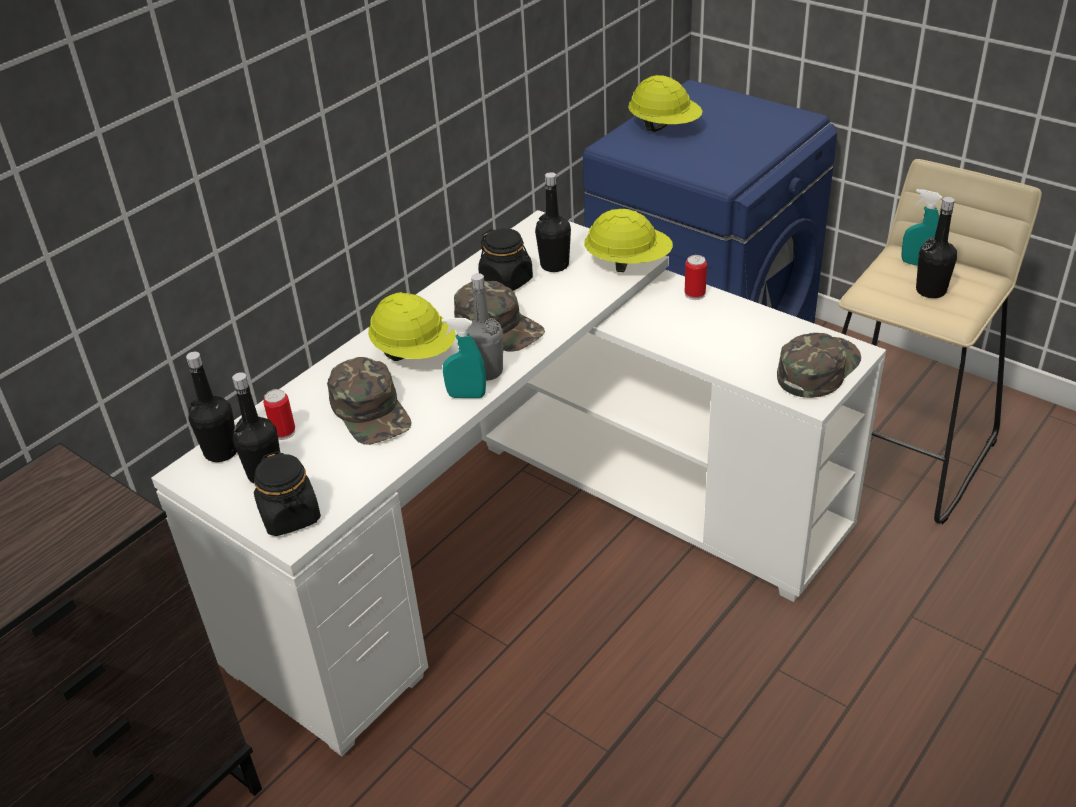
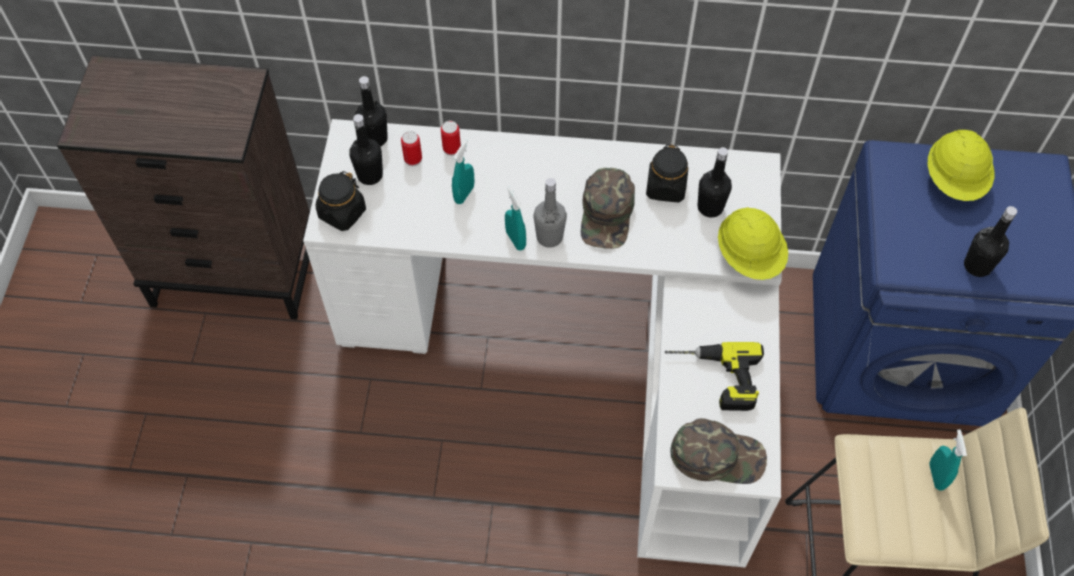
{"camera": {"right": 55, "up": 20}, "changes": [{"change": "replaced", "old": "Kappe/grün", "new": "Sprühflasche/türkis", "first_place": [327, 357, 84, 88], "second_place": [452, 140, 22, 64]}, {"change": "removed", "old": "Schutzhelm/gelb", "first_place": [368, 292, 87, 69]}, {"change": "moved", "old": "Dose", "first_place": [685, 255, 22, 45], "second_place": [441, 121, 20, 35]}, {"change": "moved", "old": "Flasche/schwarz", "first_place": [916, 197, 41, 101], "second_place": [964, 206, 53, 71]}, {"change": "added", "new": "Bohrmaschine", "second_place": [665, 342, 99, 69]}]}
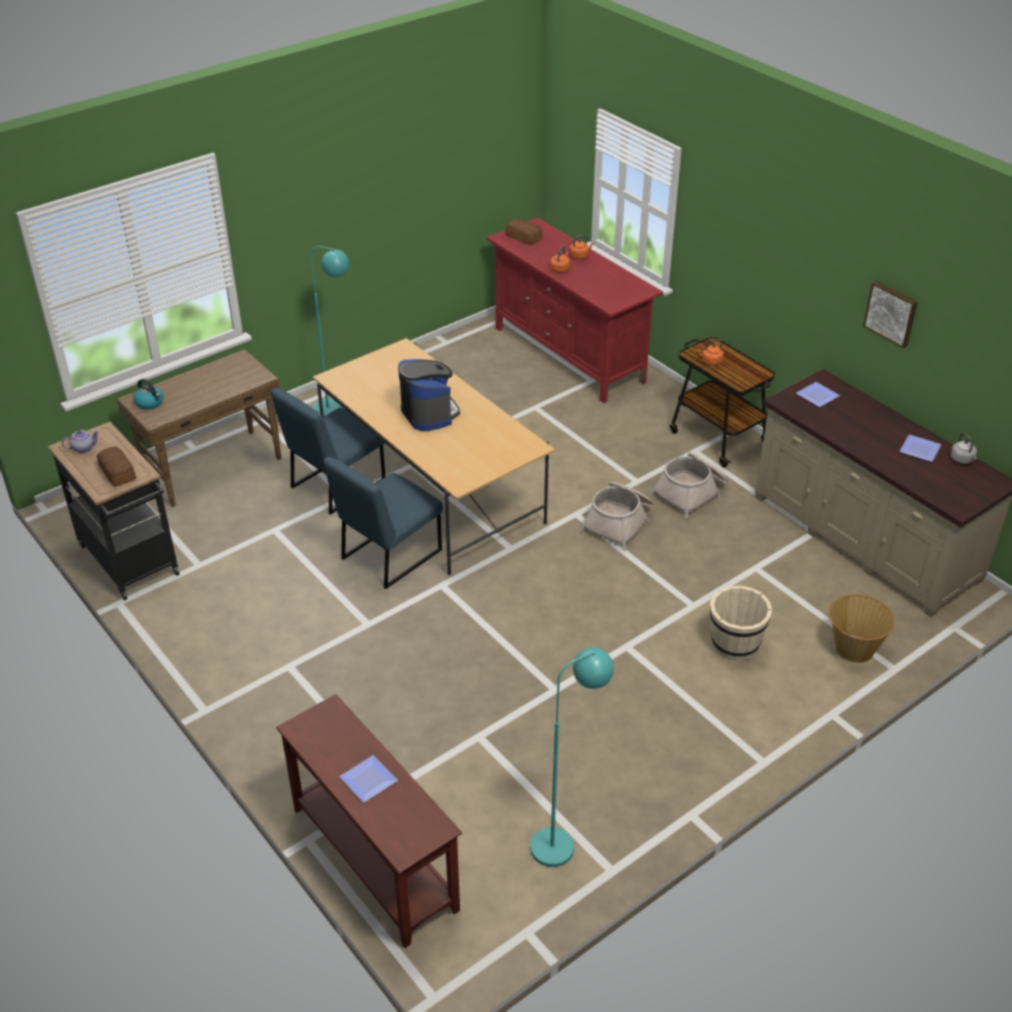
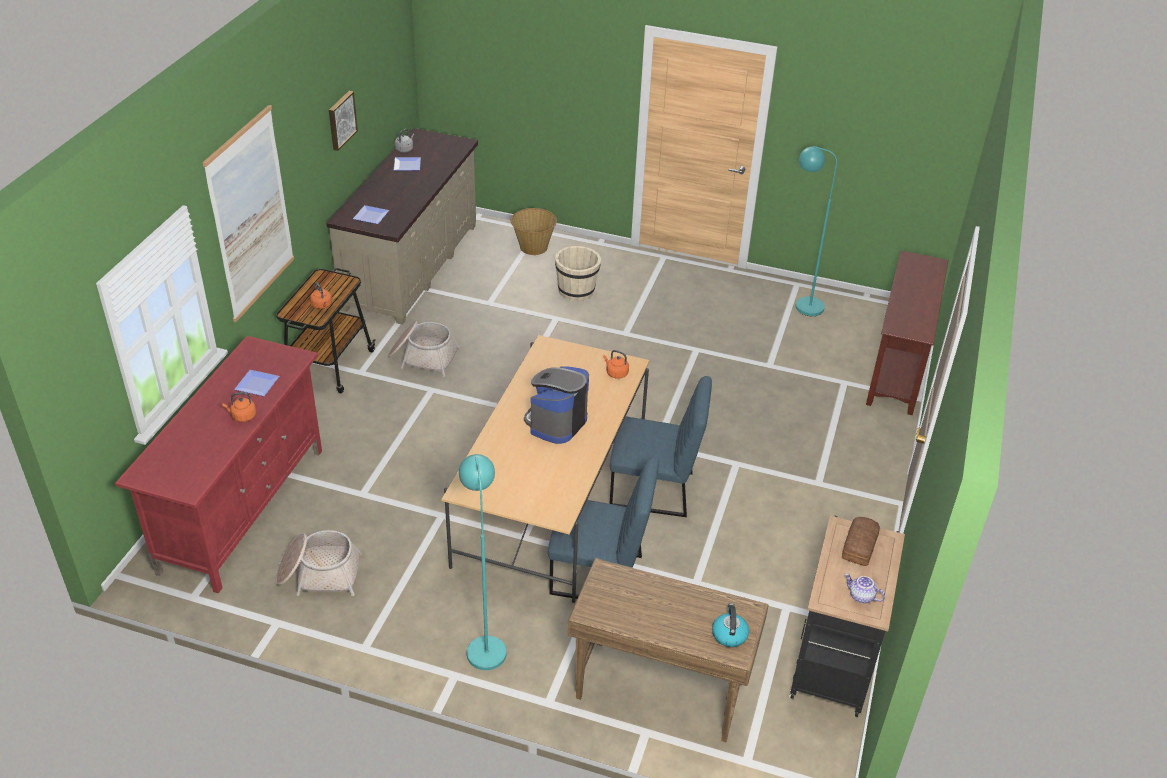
{"camera": {"right": -125, "up": 0}, "changes": [{"change": "moved", "old": "Teller", "first_place": [339, 755, 59, 48], "second_place": [234, 370, 45, 26]}, {"change": "removed", "old": "Brot", "first_place": [506, 218, 36, 27]}, {"change": "moved", "old": "Wasserkessel/orange", "first_place": [570, 235, 24, 24], "second_place": [603, 350, 26, 29]}, {"change": "moved", "old": "Korb", "first_place": [579, 482, 75, 68], "second_place": [276, 530, 86, 66]}, {"change": "added", "new": "Bild", "second_place": [202, 105, 92, 217]}]}
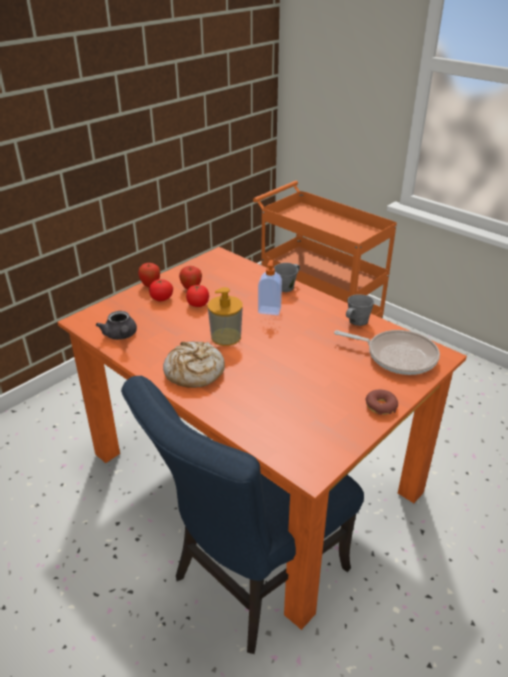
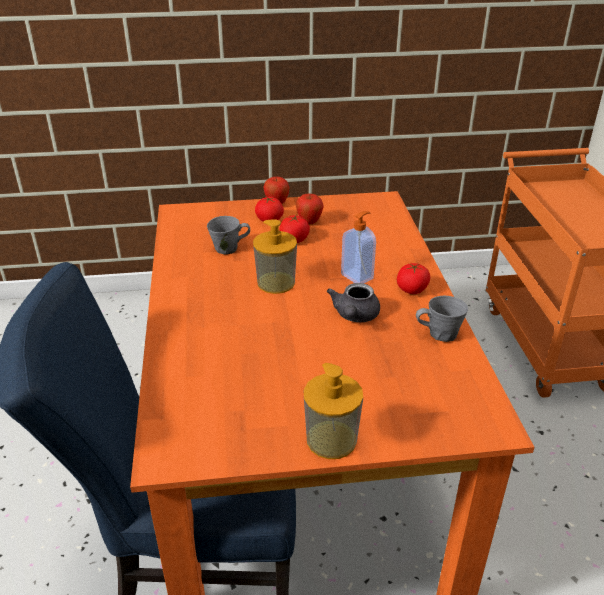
{"camera": {"right": 40, "up": 0}, "changes": [{"change": "moved", "old": "Teekanne/grau", "first_place": [96, 311, 41, 29], "second_place": [327, 283, 53, 39]}, {"change": "removed", "old": "Brot", "first_place": [163, 341, 62, 47]}, {"change": "moved", "old": "Henkelbecher/grau", "first_place": [274, 263, 26, 29], "second_place": [207, 216, 43, 38]}, {"change": "removed", "old": "Pfanne", "first_place": [334, 330, 106, 45]}, {"change": "replaced", "old": "Donut", "new": "Seifenspender", "first_place": [365, 390, 33, 25], "second_place": [304, 363, 59, 96]}, {"change": "added", "new": "Tomate", "second_place": [397, 263, 33, 31]}]}
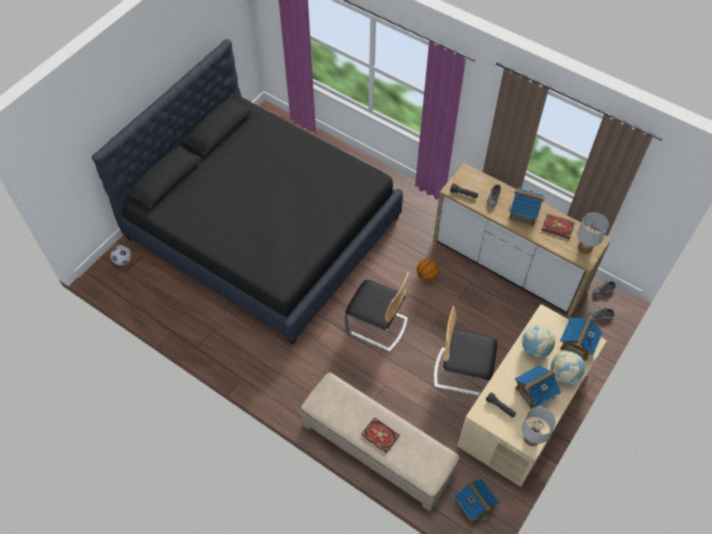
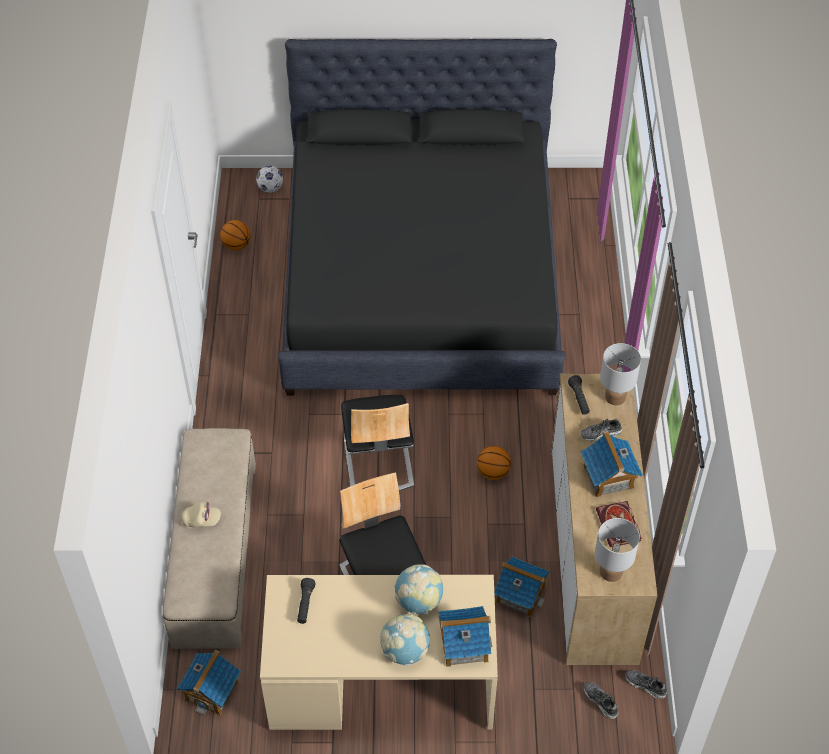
{"camera": {"right": 55, "up": -5}, "changes": [{"change": "replaced", "old": "Buch", "new": "Kappe/beige", "first_place": [361, 417, 39, 36], "second_place": [181, 502, 40, 25]}, {"change": "moved", "old": "Spielzeughaus", "first_place": [515, 365, 46, 44], "second_place": [494, 556, 55, 61]}, {"change": "moved", "old": "Tischlampe/grau", "first_place": [522, 407, 34, 39], "second_place": [600, 343, 41, 62]}, {"change": "added", "new": "Basketball", "second_place": [220, 220, 31, 30]}]}
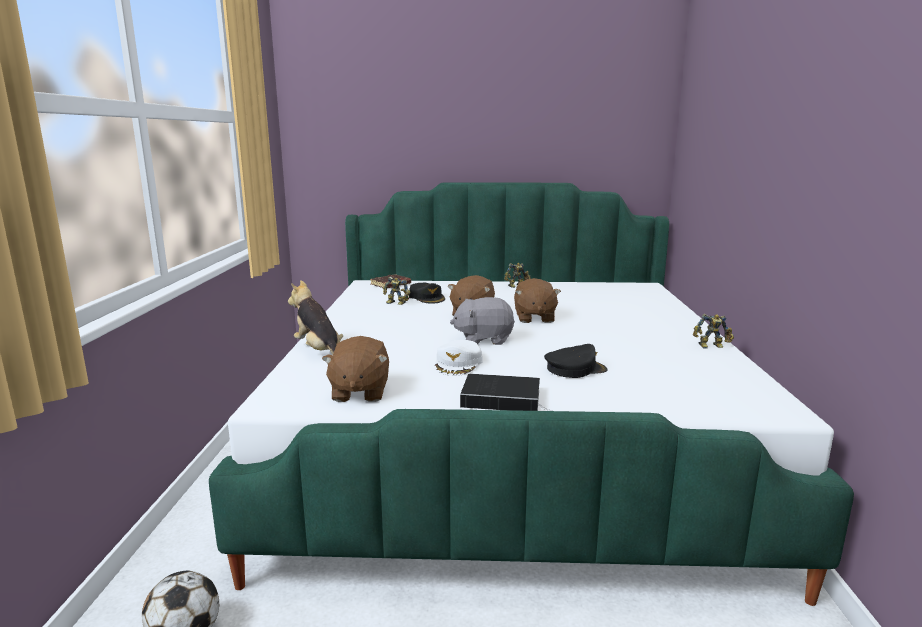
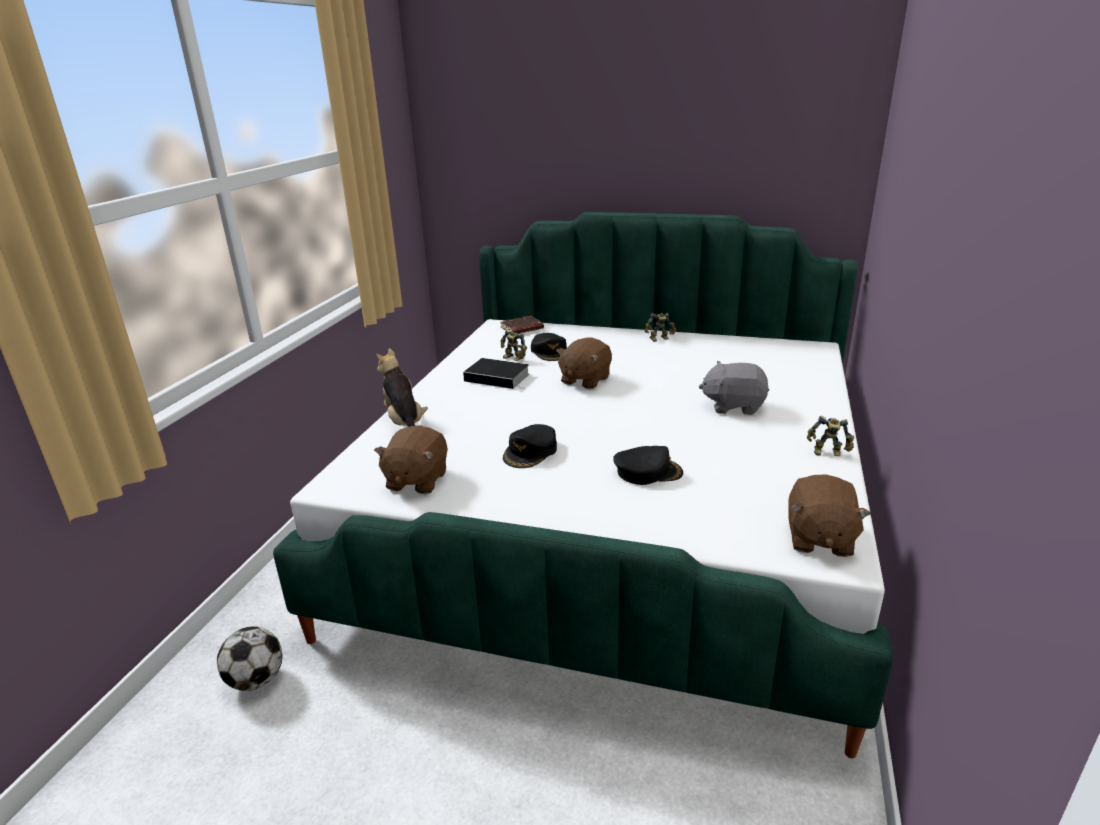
{"camera": {"right": 15, "up": 10}, "changes": [{"change": "recoloured", "old": "Kappe/weiß", "new": "Kappe/schwarz", "first_place": [434, 340, 49, 36], "second_place": [503, 424, 54, 44]}, {"change": "moved", "old": "Plüschtier/grau", "first_place": [450, 297, 65, 48], "second_place": [699, 361, 70, 54]}, {"change": "moved", "old": "Buch", "first_place": [460, 374, 92, 37], "second_place": [463, 358, 66, 31]}, {"change": "moved", "old": "Plüschtier/braun", "first_place": [514, 278, 47, 45], "second_place": [788, 474, 83, 83]}]}
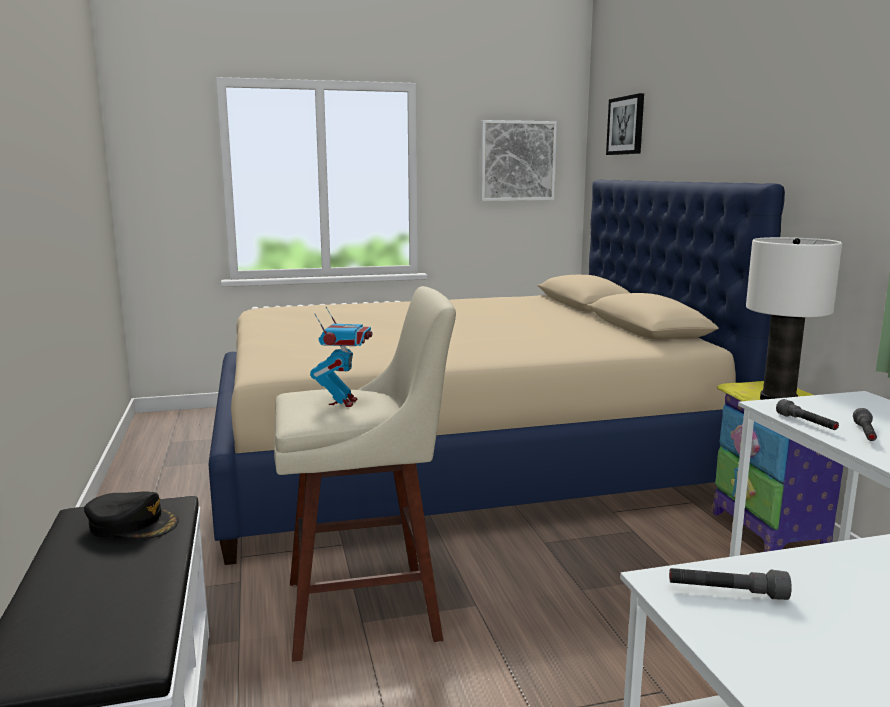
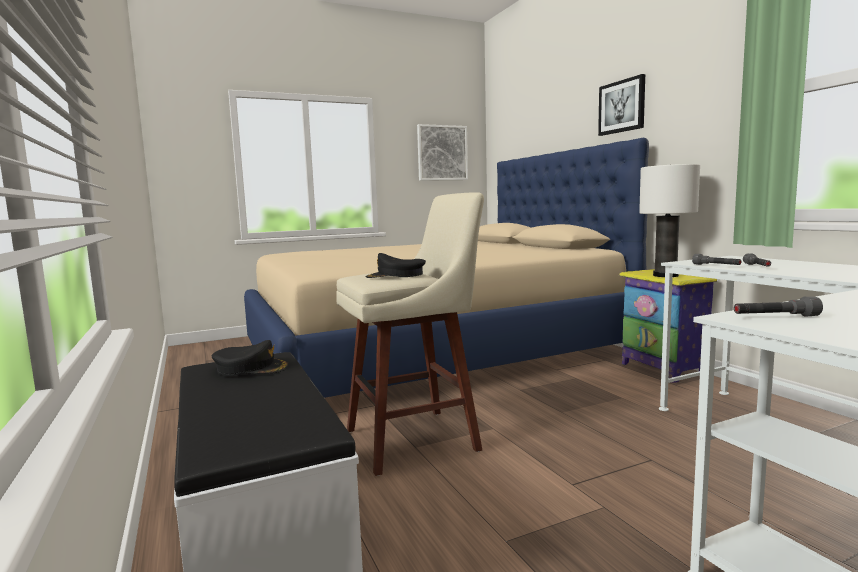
{"camera": {"right": -10, "up": -5}, "changes": [{"change": "replaced", "old": "Spielzeugroboter", "new": "Kappe/schwarz", "first_place": [310, 307, 62, 100], "second_place": [366, 253, 60, 25]}, {"change": "moved", "old": "Bild", "first_place": [606, 93, 38, 62], "second_place": [598, 74, 47, 62]}]}
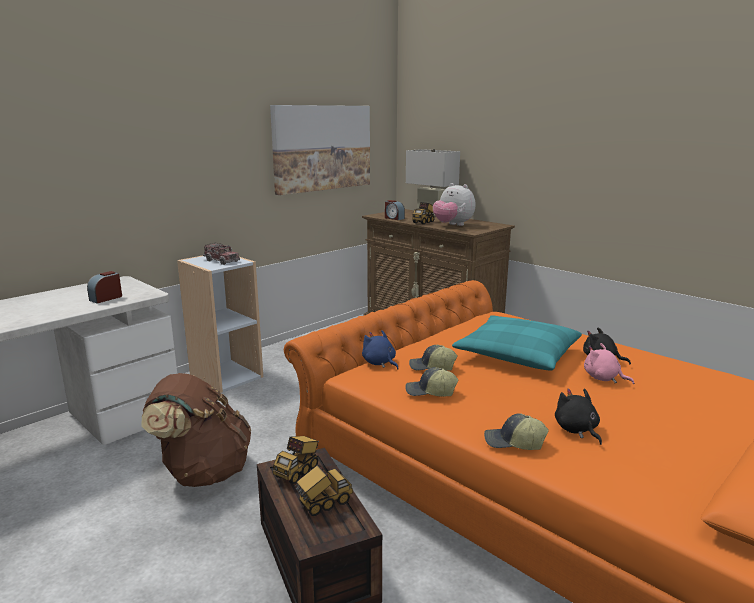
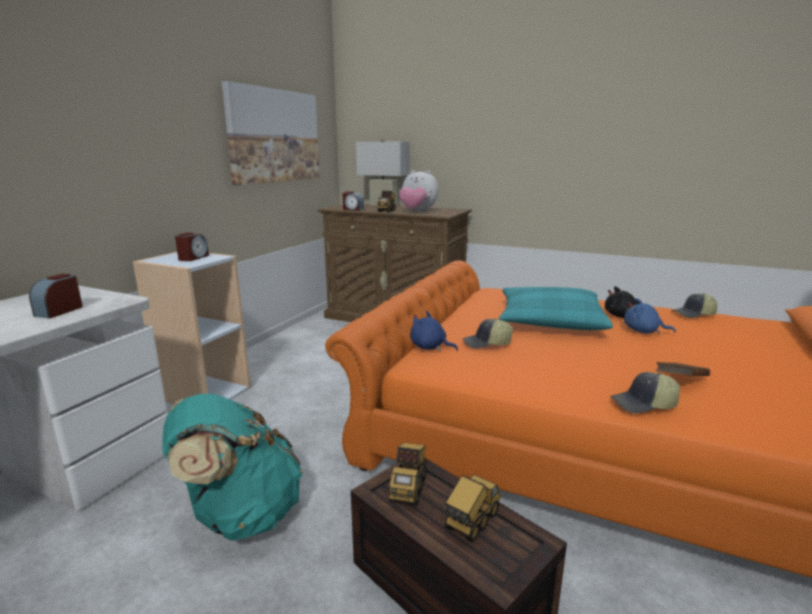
{"camera": {"right": -20, "up": 0}, "changes": [{"change": "recoloured", "old": "Rucksack/braun", "new": "Rucksack/türkis", "first_place": [141, 373, 110, 114], "second_place": [162, 394, 141, 147]}, {"change": "replaced", "old": "Spielzeuglaster", "new": "Wecker", "first_place": [203, 243, 37, 22], "second_place": [175, 232, 34, 29]}, {"change": "moved", "old": "Kappe", "first_place": [405, 367, 54, 30], "second_place": [672, 293, 45, 25]}, {"change": "replaced", "old": "Plüschtier/schwarz", "new": "Buch/braun", "first_place": [555, 388, 47, 57], "second_place": [656, 362, 54, 14]}, {"change": "recoloured", "old": "Plüschtier/rosa", "new": "Plüschtier/blau", "first_place": [584, 343, 50, 41], "second_place": [624, 298, 52, 36]}]}
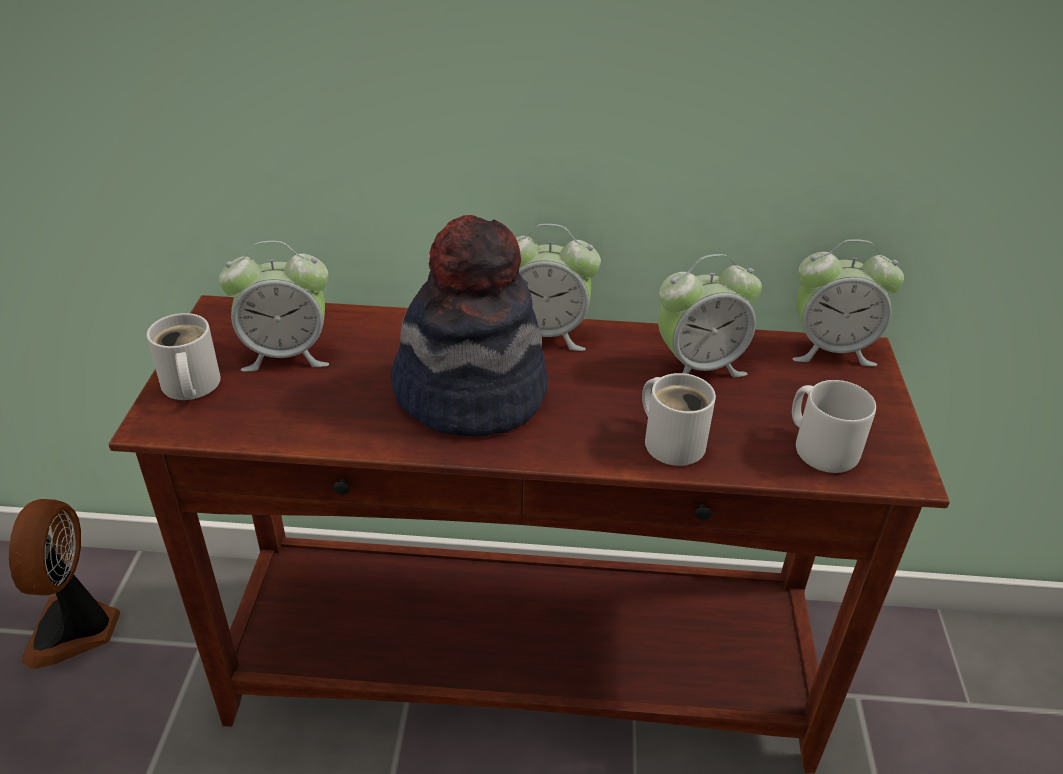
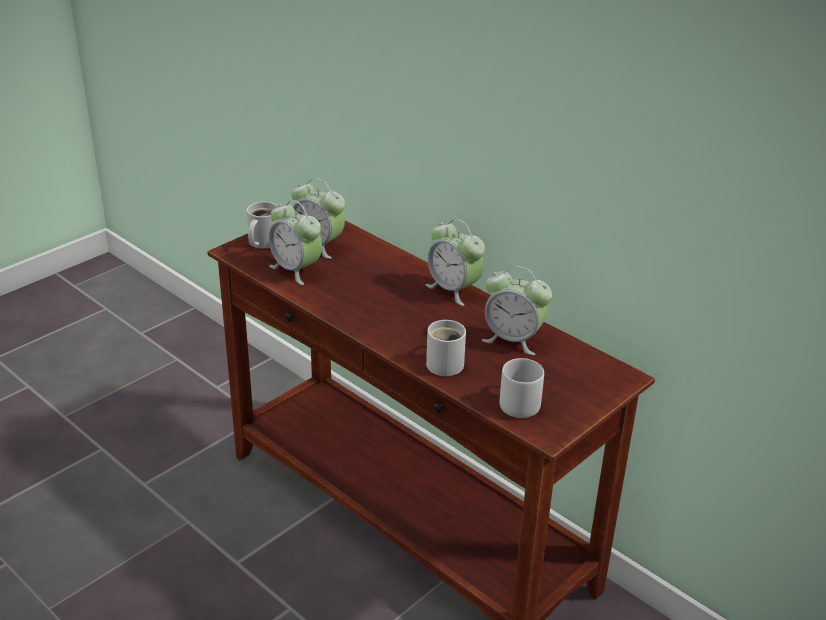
{"camera": {"right": 40, "up": -5}, "changes": [{"change": "removed", "old": "Ventilator", "first_place": [9, 499, 111, 170]}, {"change": "removed", "old": "Hut", "first_place": [391, 215, 157, 221]}, {"change": "moved", "old": "Wecker", "first_place": [793, 239, 111, 127], "second_place": [269, 200, 53, 85]}]}
